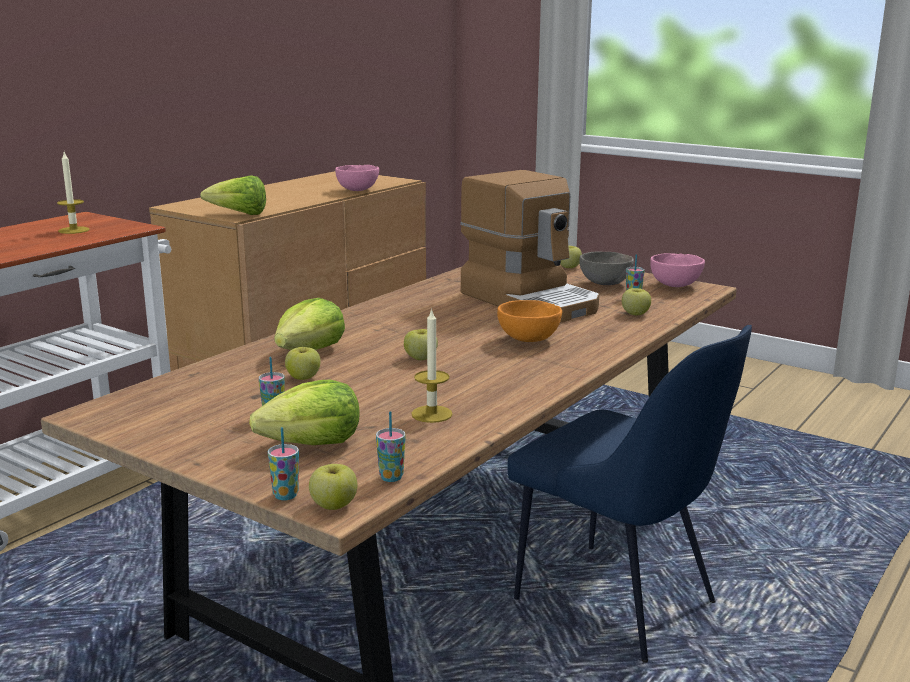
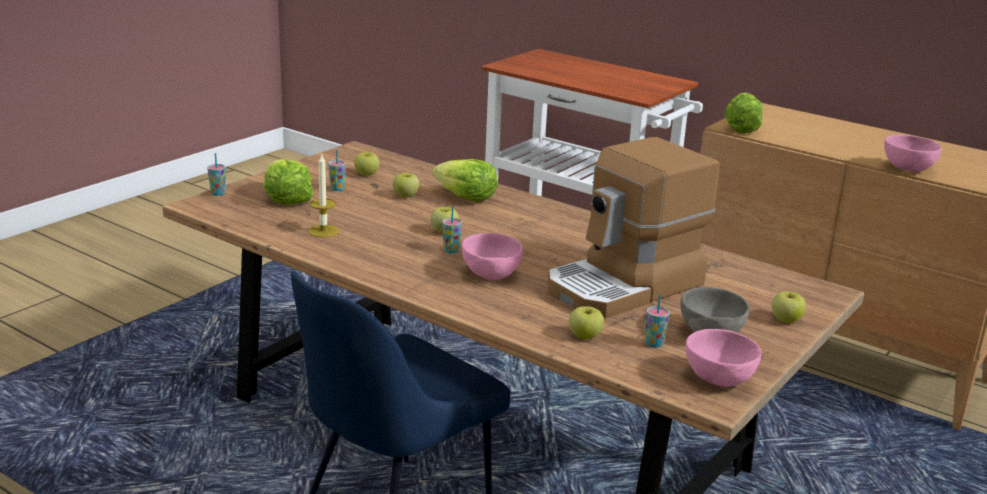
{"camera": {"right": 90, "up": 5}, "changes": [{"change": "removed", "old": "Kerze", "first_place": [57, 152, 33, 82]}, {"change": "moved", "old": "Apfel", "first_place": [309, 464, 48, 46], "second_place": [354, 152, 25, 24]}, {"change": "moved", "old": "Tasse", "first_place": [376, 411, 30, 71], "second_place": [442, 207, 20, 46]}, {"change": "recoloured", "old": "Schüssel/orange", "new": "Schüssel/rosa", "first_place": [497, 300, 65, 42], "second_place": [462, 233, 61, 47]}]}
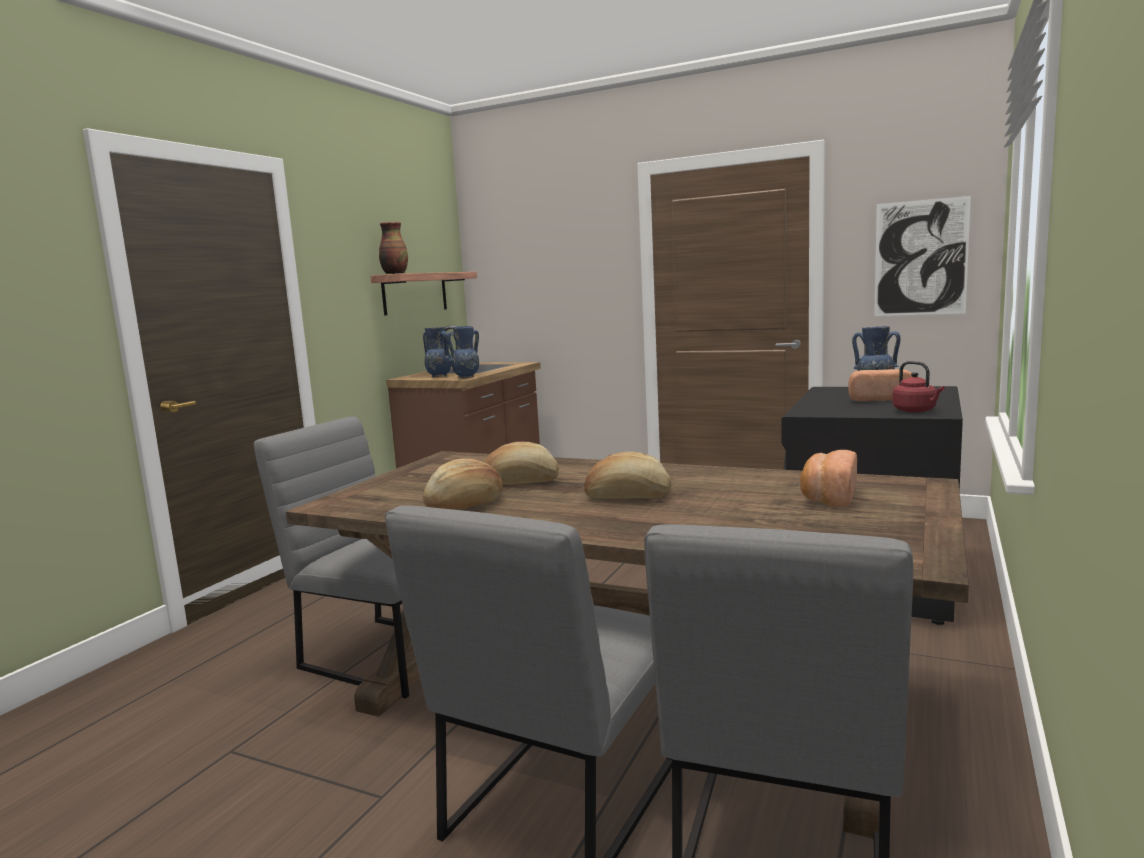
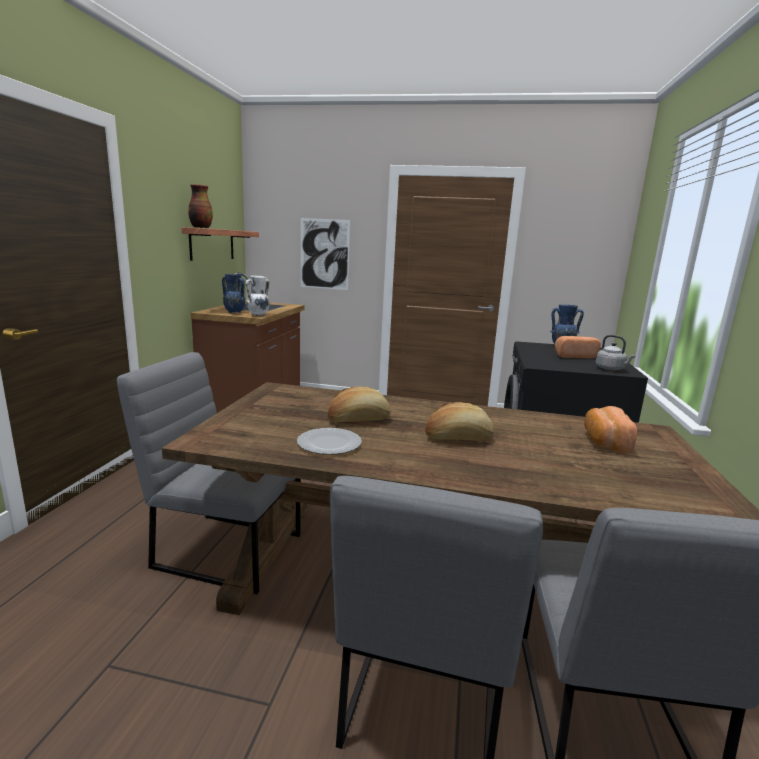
{"camera": {"right": -15, "up": 5}, "changes": [{"change": "replaced", "old": "Brot", "new": "Teller", "first_place": [423, 458, 80, 52], "second_place": [297, 428, 65, 27]}, {"change": "recoloured", "old": "Vase/blau", "new": "Vase/weiß", "first_place": [447, 326, 32, 52], "second_place": [246, 275, 24, 41]}, {"change": "moved", "old": "Bild", "first_place": [874, 196, 97, 120], "second_place": [301, 218, 49, 72]}, {"change": "recoloured", "old": "Wasserkessel/rot", "new": "Wasserkessel/grau", "first_place": [892, 361, 52, 51], "second_place": [596, 335, 40, 35]}]}
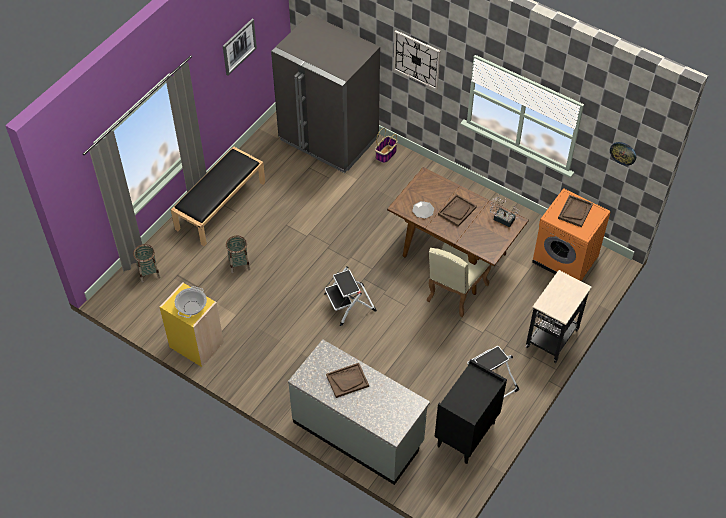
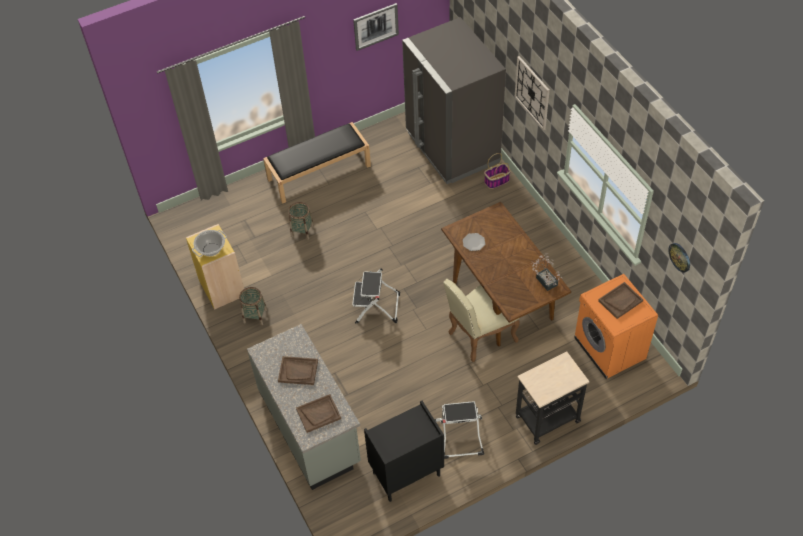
{"camera": {"right": 30, "up": 0}, "changes": [{"change": "moved", "old": "Korb", "first_place": [133, 244, 27, 38], "second_place": [239, 287, 28, 39]}, {"change": "moved", "old": "Tablett/braun", "first_place": [438, 194, 39, 33], "second_place": [296, 394, 45, 39]}]}
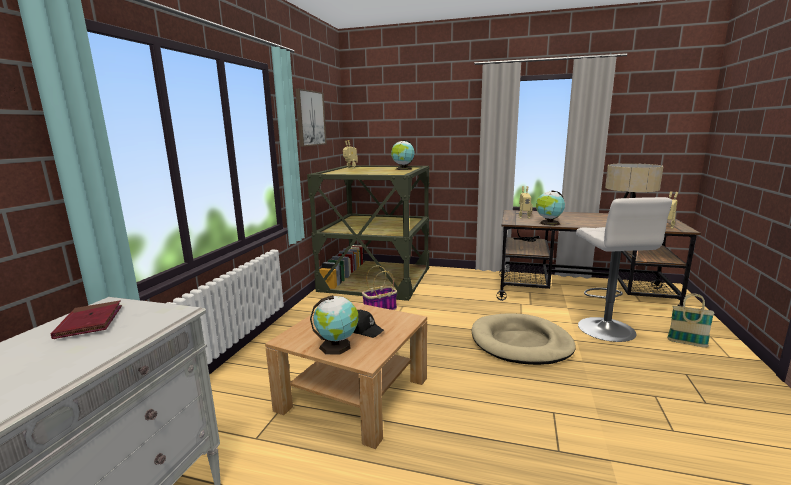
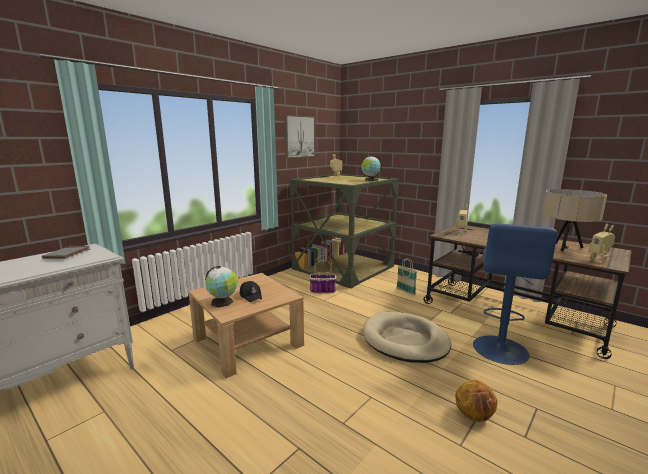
{"camera": {"right": 25, "up": 0}, "changes": [{"change": "recoloured", "old": "Buch/rot", "new": "Buch/grau", "first_place": [51, 301, 71, 38], "second_place": [42, 246, 49, 13]}, {"change": "removed", "old": "Globus", "first_place": [536, 190, 29, 36]}, {"change": "recoloured", "old": "Hocker/weiß", "new": "Hocker/blau", "first_place": [576, 197, 96, 145], "second_place": [473, 223, 85, 142]}, {"change": "moved", "old": "Korb", "first_place": [667, 293, 47, 55], "second_place": [397, 258, 20, 37]}, {"change": "added", "new": "Basketball", "second_place": [455, 380, 42, 42]}]}
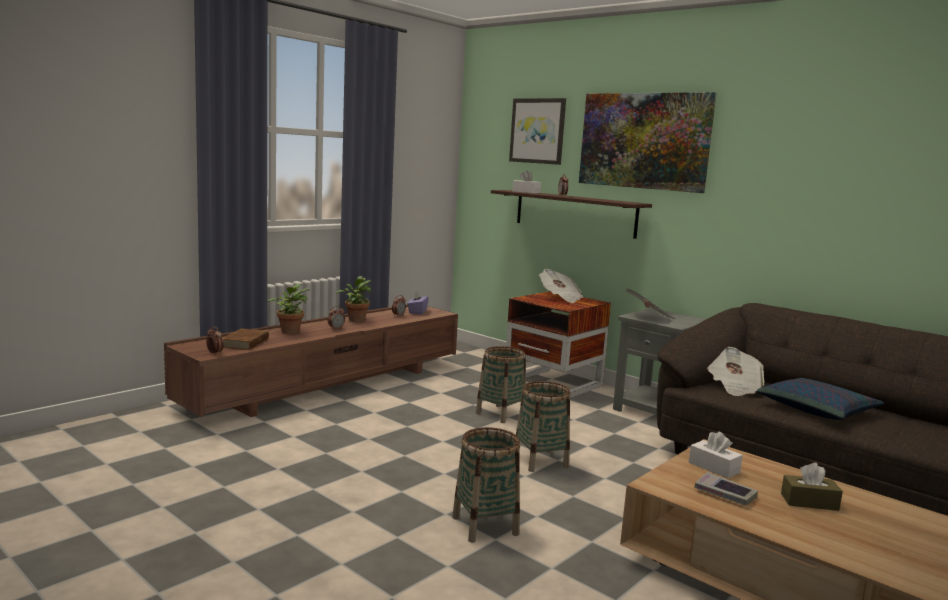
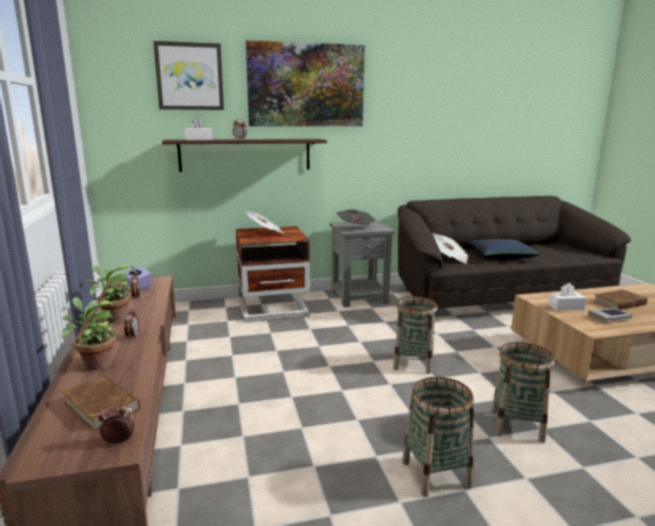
{"camera": {"right": -55, "up": 5}, "changes": [{"change": "moved", "old": "Korb", "first_place": [476, 346, 50, 77], "second_place": [402, 377, 72, 120]}, {"change": "replaced", "old": "Taschentuchbox/braun", "new": "Buch/braun", "first_place": [781, 463, 62, 48], "second_place": [593, 289, 55, 21]}]}
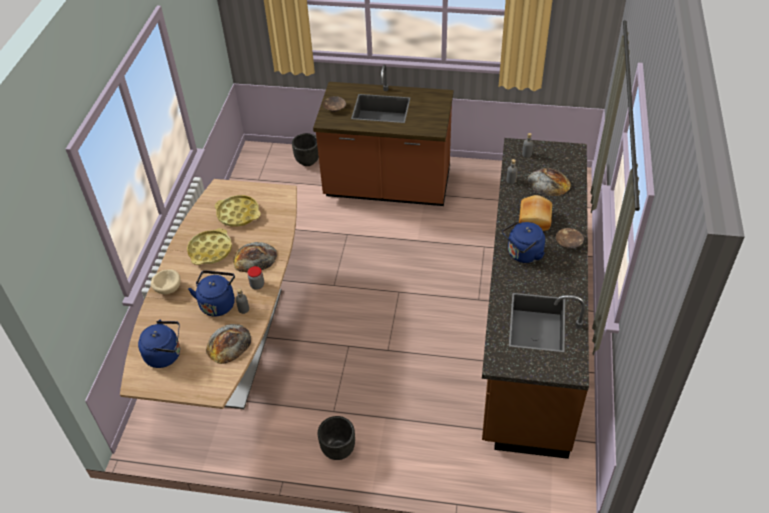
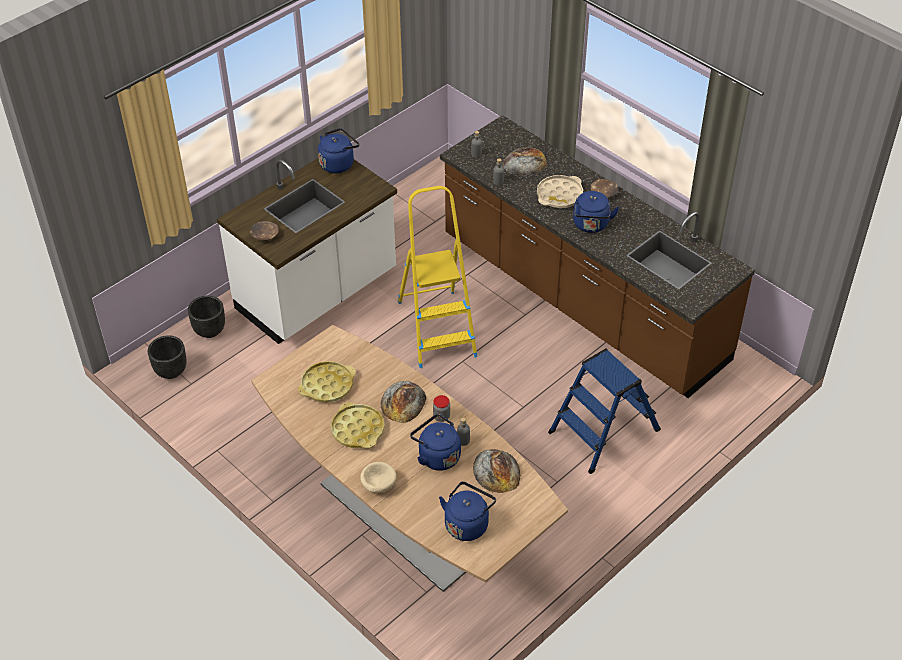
{"camera": {"right": -55, "up": 0}, "changes": [{"change": "recoloured", "old": "Küchenzeile/braun", "new": "Küchenzeile/weiß", "first_place": [313, 65, 140, 141], "second_place": [217, 158, 180, 186]}, {"change": "moved", "old": "Pflanzkübel/schwarz", "first_place": [317, 416, 38, 44], "second_place": [148, 335, 39, 44]}, {"change": "replaced", "old": "Brot", "new": "Tablett/beige", "first_place": [519, 195, 33, 36], "second_place": [537, 175, 46, 33]}, {"change": "added", "new": "Wasserkessel/blau", "second_place": [318, 128, 41, 45]}, {"change": "added", "new": "Trittleiter/gelb", "second_place": [398, 186, 79, 182]}, {"change": "added", "new": "Trittleiter/blau", "second_place": [548, 348, 113, 126]}]}
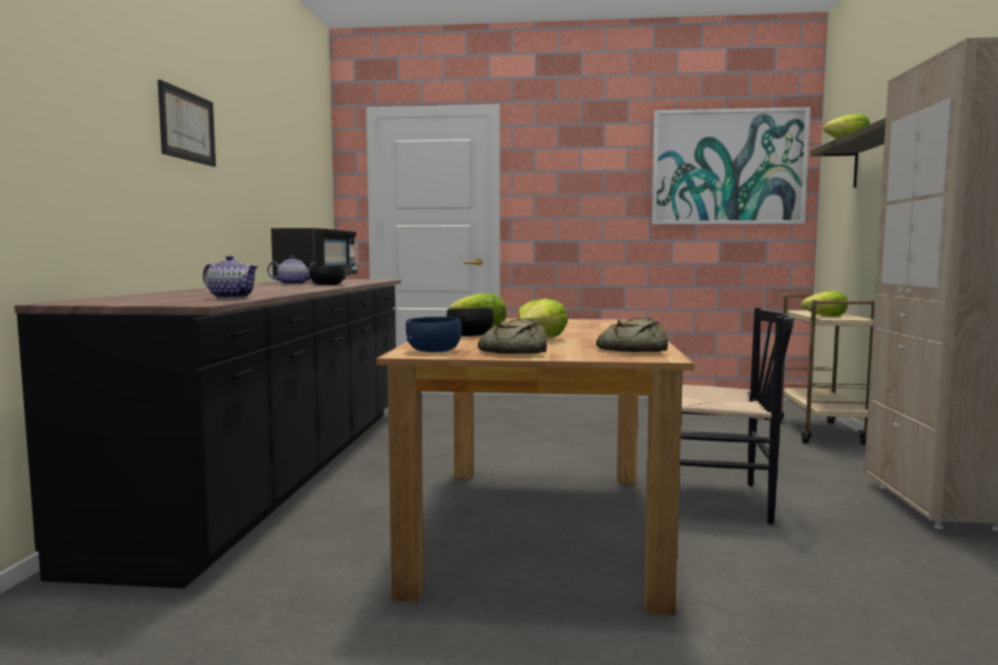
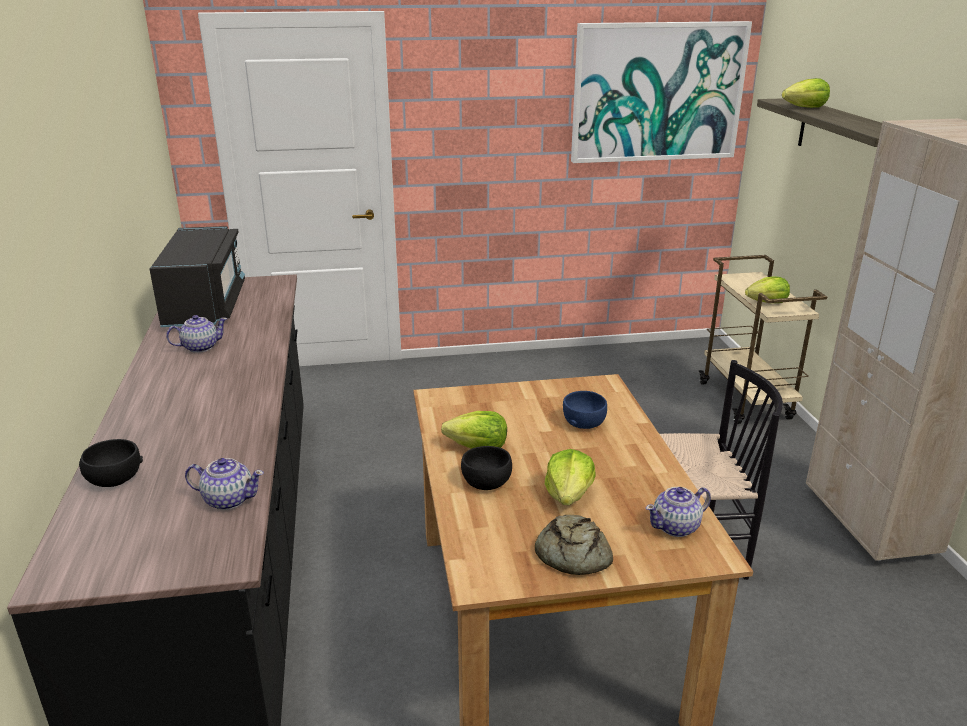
{"camera": {"right": -15, "up": 20}, "changes": [{"change": "removed", "old": "Bild", "first_place": [158, 80, 58, 87]}, {"change": "moved", "old": "Schüssel/schwarz", "first_place": [309, 265, 37, 20], "second_place": [79, 439, 64, 48]}, {"change": "moved", "old": "Schüssel/blau", "first_place": [406, 317, 56, 35], "second_place": [563, 391, 44, 38]}, {"change": "replaced", "old": "Brot", "new": "Teekanne", "first_place": [596, 318, 72, 34], "second_place": [646, 487, 65, 50]}]}
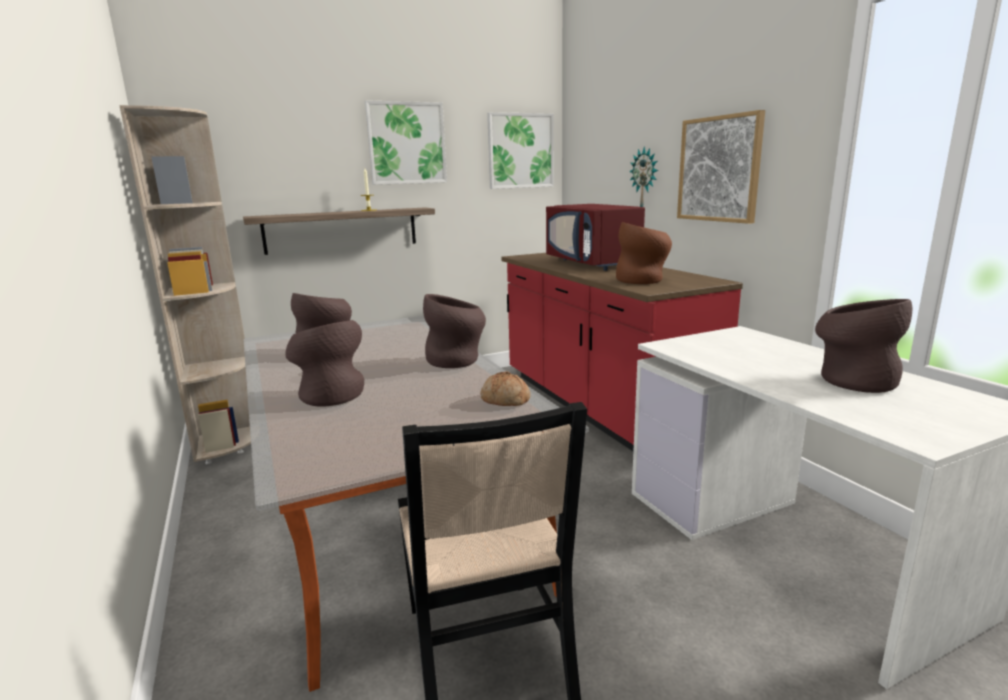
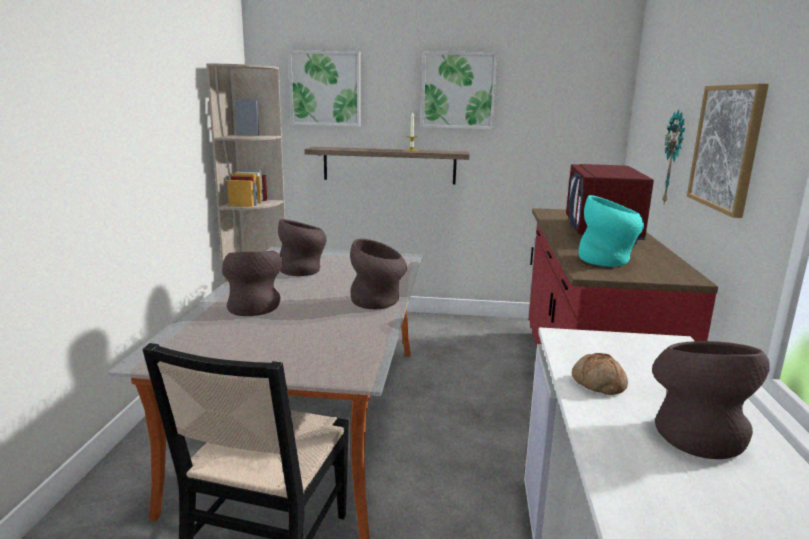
{"camera": {"right": 30, "up": 0}, "changes": [{"change": "moved", "old": "Brot", "first_place": [480, 372, 50, 34], "second_place": [572, 353, 56, 42]}, {"change": "moved", "old": "Bild", "first_place": [487, 112, 67, 77], "second_place": [288, 50, 73, 77]}, {"change": "recoloured", "old": "Vase/braun", "new": "Vase/türkis", "first_place": [616, 222, 56, 62], "second_place": [579, 195, 65, 72]}]}
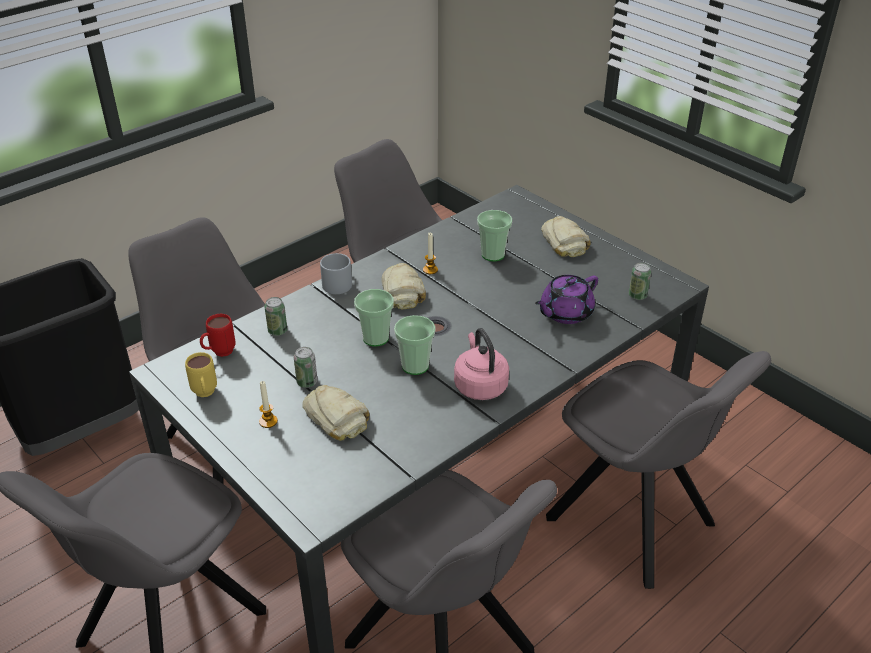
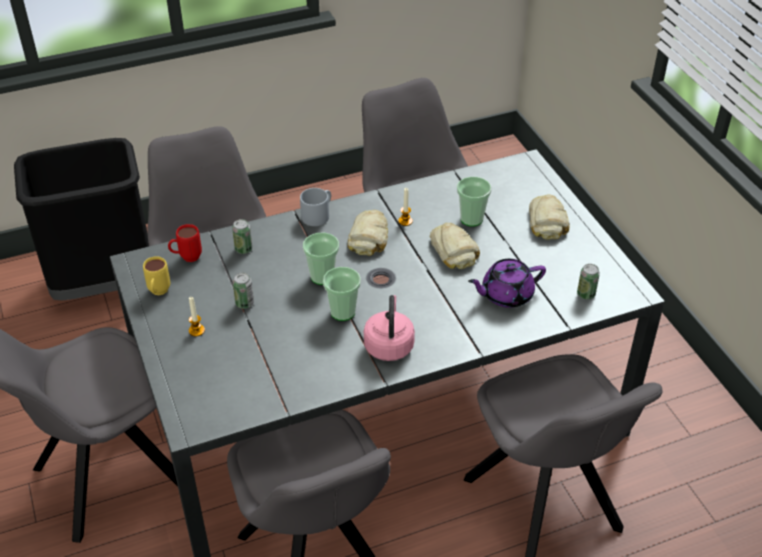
{"camera": {"right": 20, "up": 5}, "changes": [{"change": "moved", "old": "Brot", "first_place": [302, 385, 67, 56], "second_place": [430, 223, 50, 46]}]}
